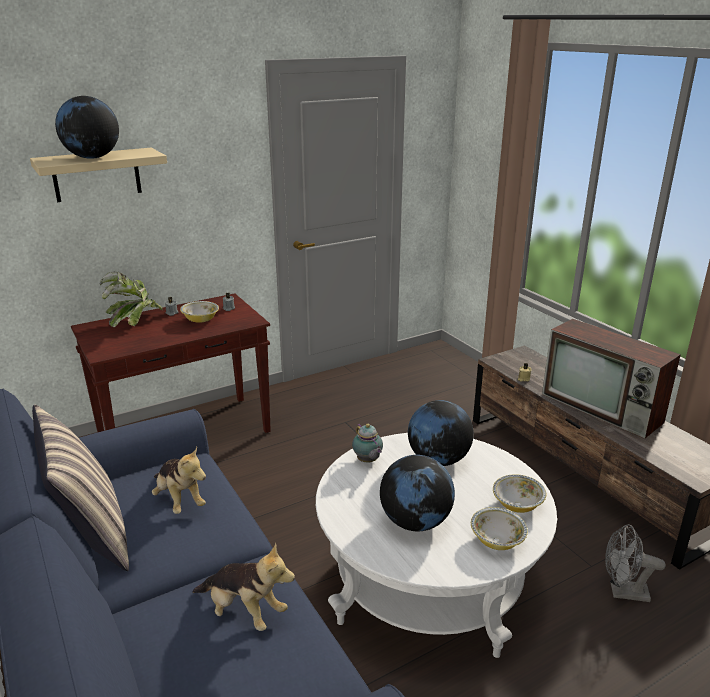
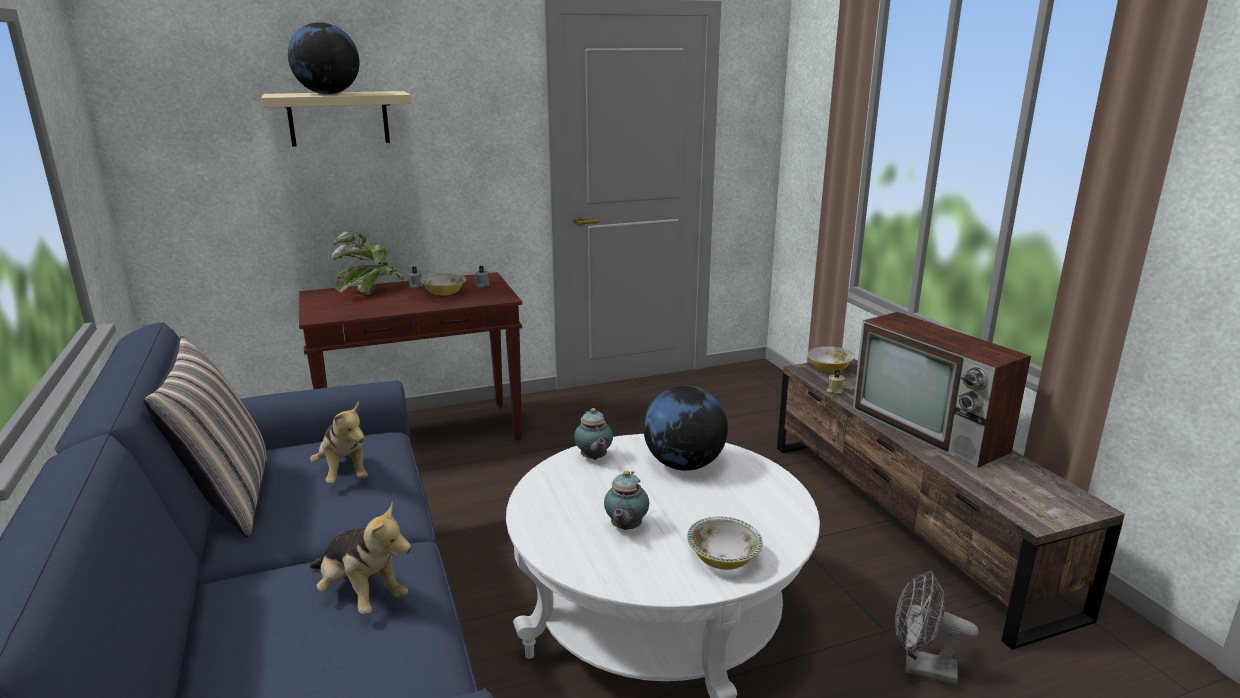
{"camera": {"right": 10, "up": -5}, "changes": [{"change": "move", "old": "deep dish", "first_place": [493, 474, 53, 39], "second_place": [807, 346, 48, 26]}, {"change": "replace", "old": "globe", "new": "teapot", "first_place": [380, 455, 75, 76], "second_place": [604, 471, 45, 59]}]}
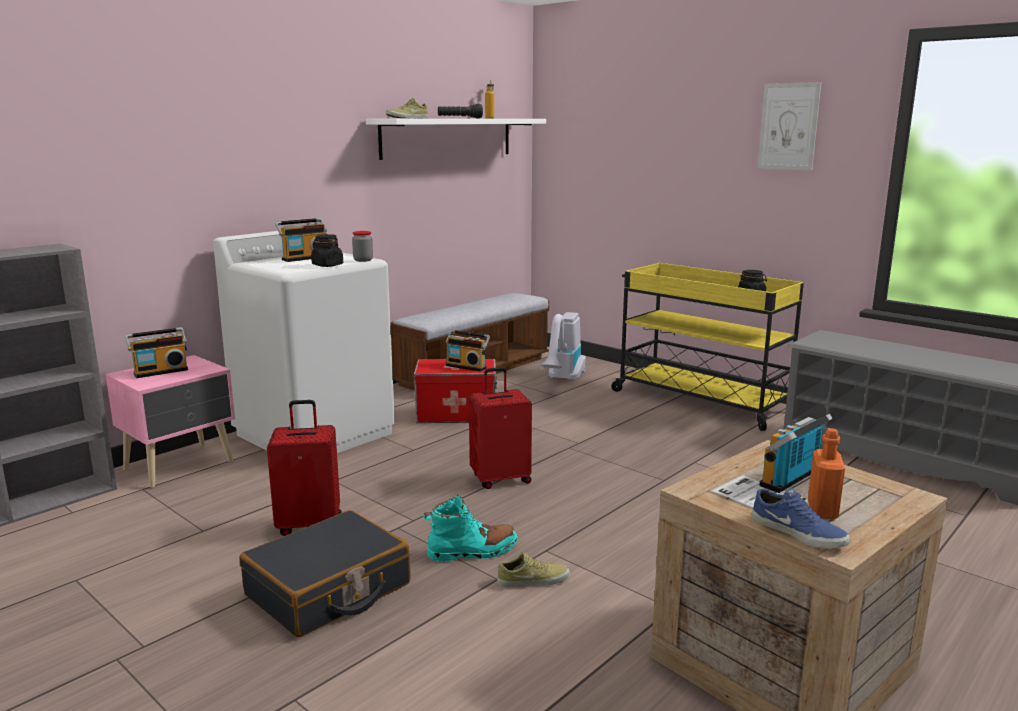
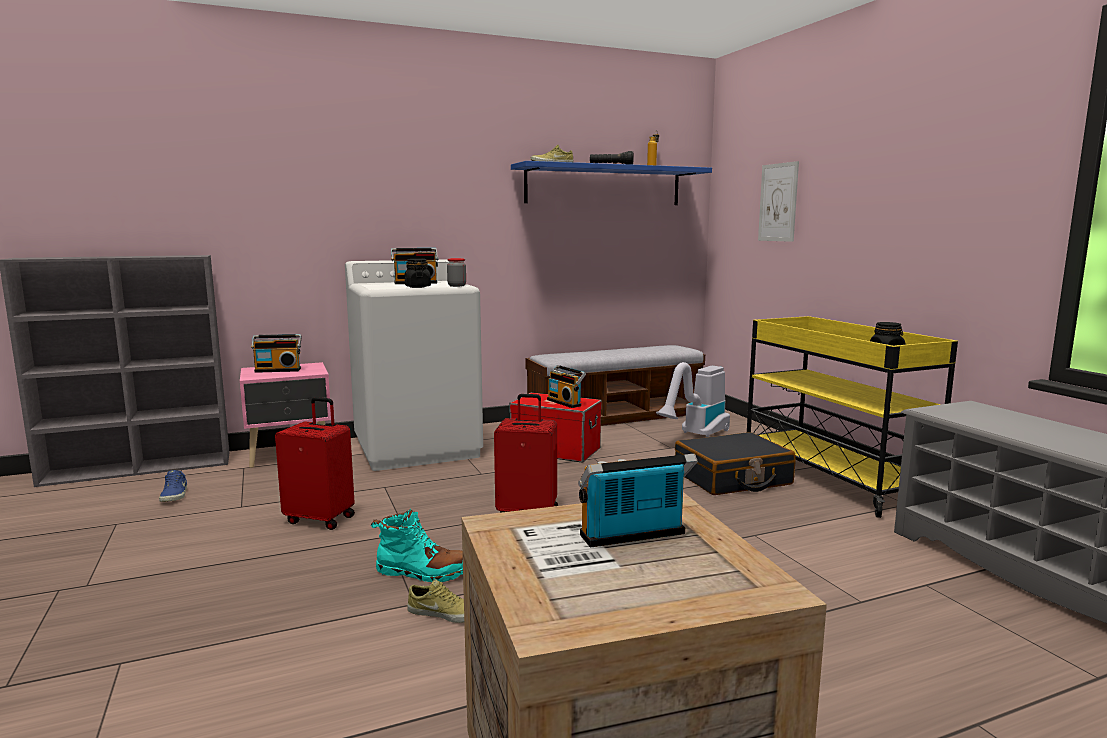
{"camera": {"right": 25, "up": -5}, "changes": [{"change": "delete", "old": "beverage bottle (orangey)", "first_place": [808, 428, 37, 91]}, {"change": "move", "old": "piece of luggage (black)", "first_place": [239, 510, 172, 127], "second_place": [675, 432, 121, 63]}, {"change": "move", "old": "item of footwear (blue)", "first_place": [751, 488, 99, 61], "second_place": [159, 470, 28, 32]}, {"change": "move", "old": "picture", "first_place": [757, 82, 64, 89], "second_place": [758, 161, 41, 81]}, {"change": "recolor", "old": "shelf (white-coloured)", "new": "shelf (blue)", "first_place": [366, 119, 180, 41], "second_place": [511, 161, 201, 44]}]}
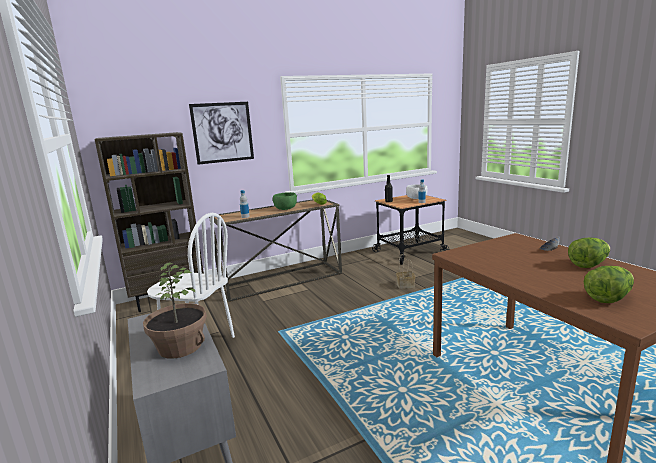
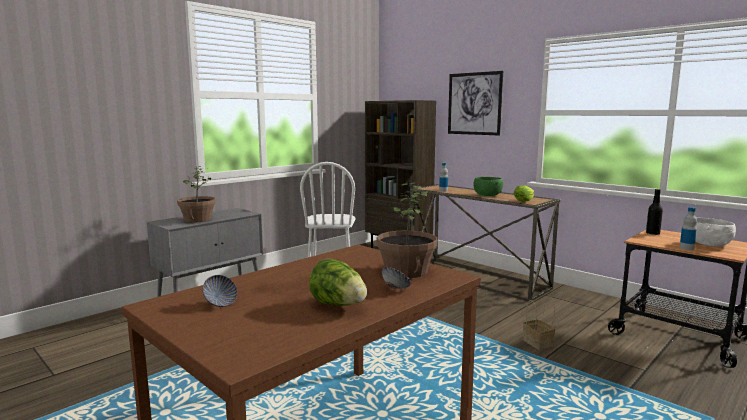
{"camera": {"right": 70, "up": -5}, "changes": [{"change": "insert", "new": "houseplant", "second_place": [376, 182, 61, 96]}, {"change": "replace", "old": "lettuce head", "new": "deep dish", "first_place": [584, 266, 50, 37], "second_place": [203, 275, 34, 32]}]}
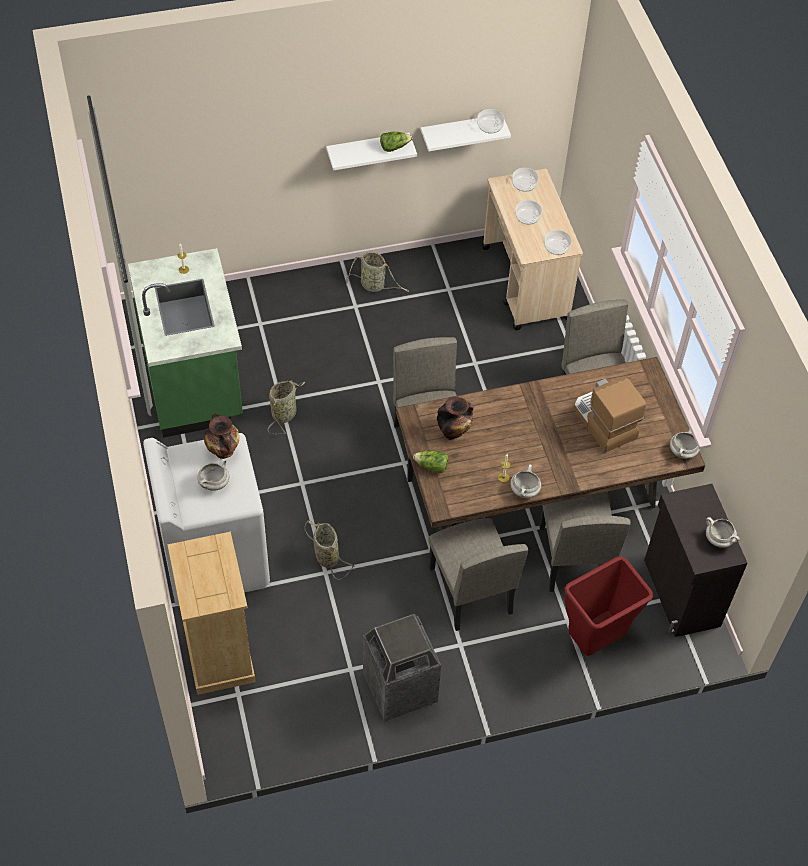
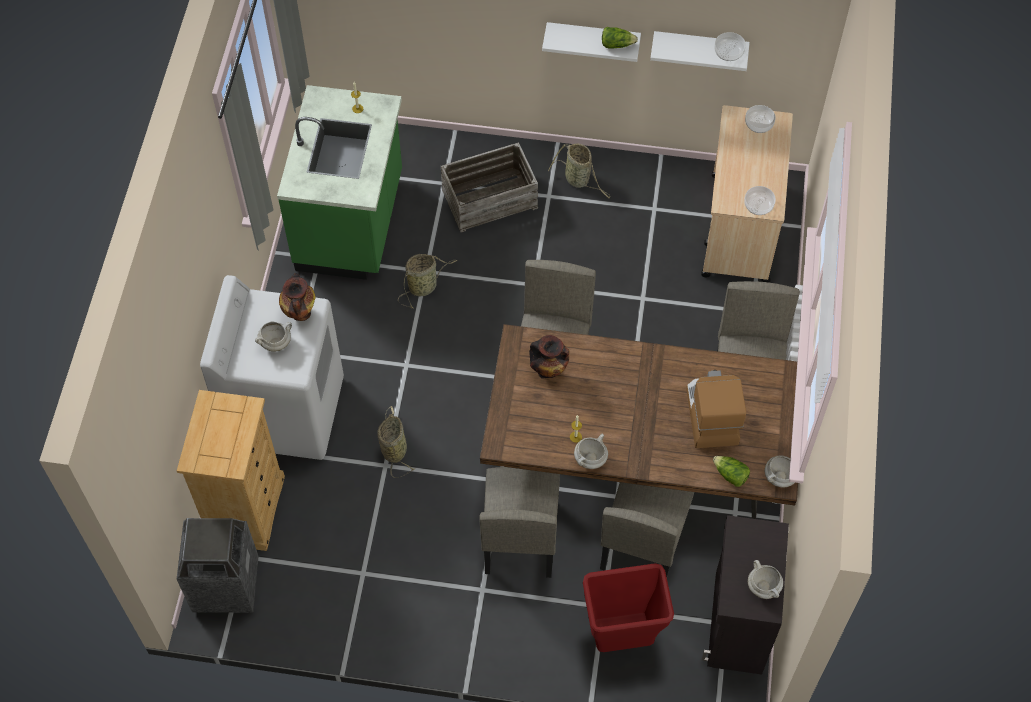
{"camera": {"right": 25, "up": 5}, "changes": [{"change": "delete", "old": "deep dish", "first_place": [515, 200, 27, 24]}, {"change": "insert", "new": "crate", "second_place": [441, 142, 97, 90]}, {"change": "move", "old": "rubbish bin", "first_place": [363, 614, 78, 108], "second_place": [177, 518, 82, 95]}, {"change": "move", "old": "lettuce head", "first_place": [413, 450, 35, 23], "second_place": [713, 456, 37, 31]}]}
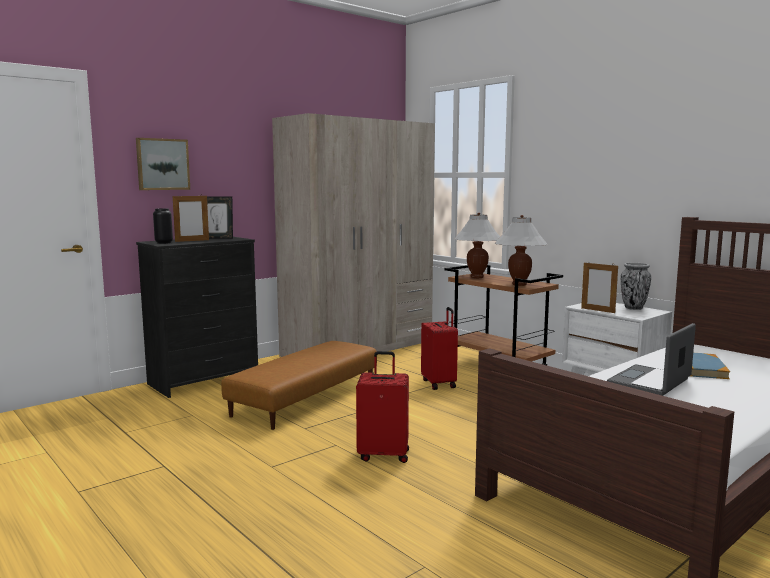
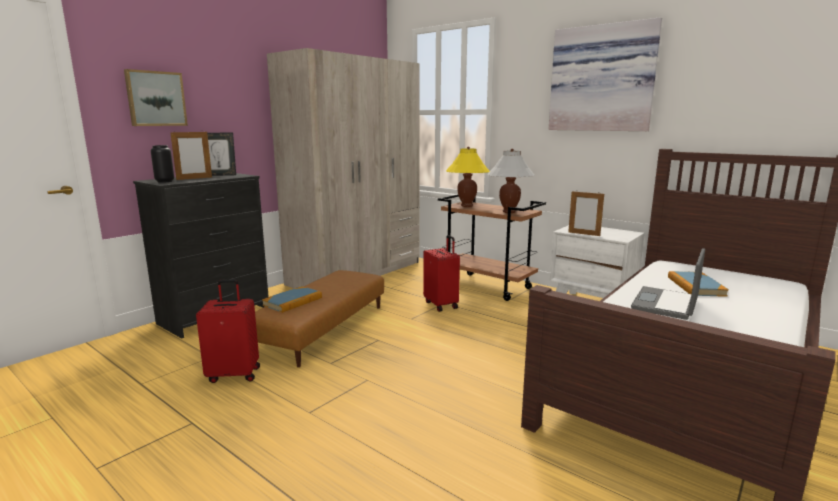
{"camera": {"right": -10, "up": 5}, "changes": [{"change": "delete", "old": "flower vase", "first_place": [621, 263, 30, 47]}, {"change": "insert", "new": "book", "second_place": [262, 286, 60, 27]}, {"change": "insert", "new": "picture", "second_place": [548, 17, 114, 114]}, {"change": "move", "old": "piece of luggage (red-coloured)", "first_place": [356, 351, 53, 112], "second_place": [196, 279, 64, 104]}, {"change": "recolor", "old": "lamp for a table (white-coloured)", "new": "lamp for a table (yellow-coloured)", "first_place": [454, 212, 46, 66], "second_place": [446, 147, 44, 60]}]}
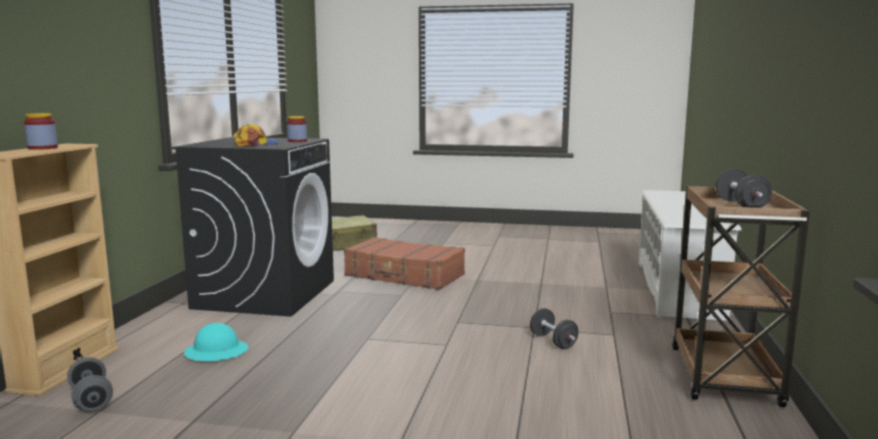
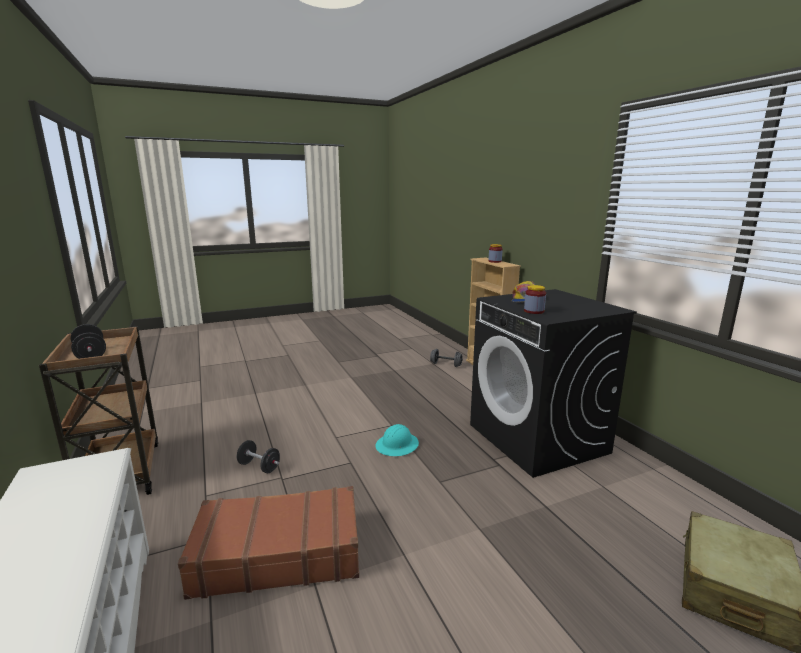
{"camera": {"right": 145, "up": 5}, "changes": [{"change": "move", "old": "work helmet (blue-green)", "first_place": [184, 323, 64, 38], "second_place": [375, 424, 44, 32]}, {"change": "move", "old": "piece of luggage (brown)", "first_place": [344, 237, 121, 53], "second_place": [178, 486, 181, 114]}]}
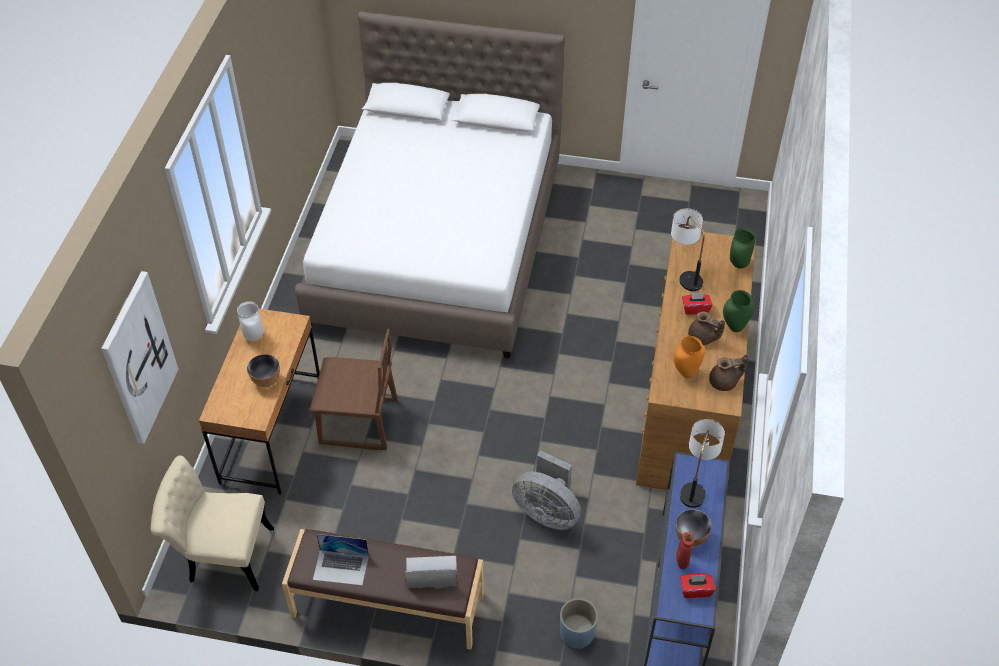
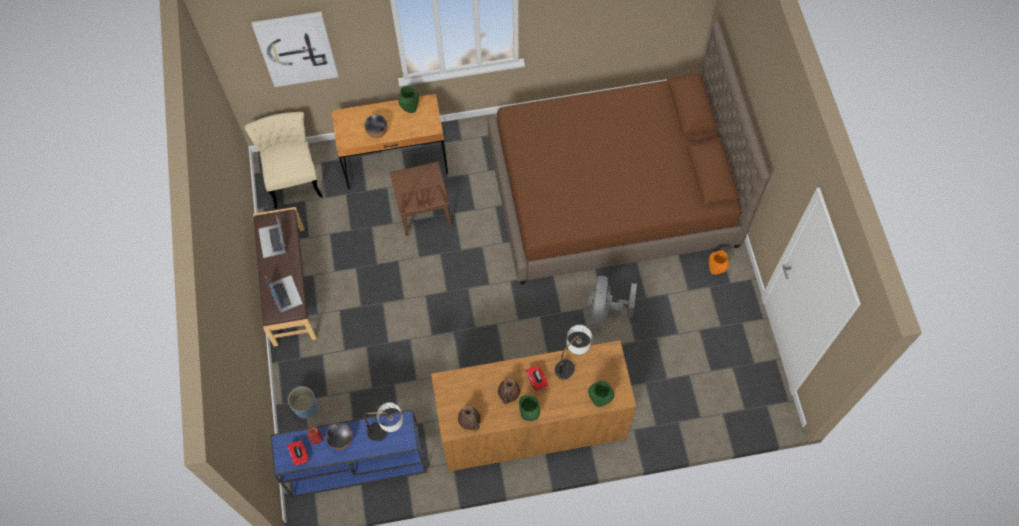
{"camera": {"right": 70, "up": 15}, "changes": [{"change": "move", "old": "cooling fan (greyish)", "first_place": [512, 450, 69, 80], "second_place": [588, 276, 49, 53]}, {"change": "move", "old": "flower vase (orangey)", "first_place": [674, 336, 31, 42], "second_place": [709, 251, 20, 24]}, {"change": "recolor", "old": "flower vase (white-coloured)", "new": "flower vase (green)", "first_place": [237, 301, 27, 40], "second_place": [398, 86, 21, 27]}, {"change": "recolor", "old": "bed (white-coloured)", "new": "bed (brown)", "first_place": [295, 11, 270, 348], "second_place": [487, 22, 283, 262]}]}
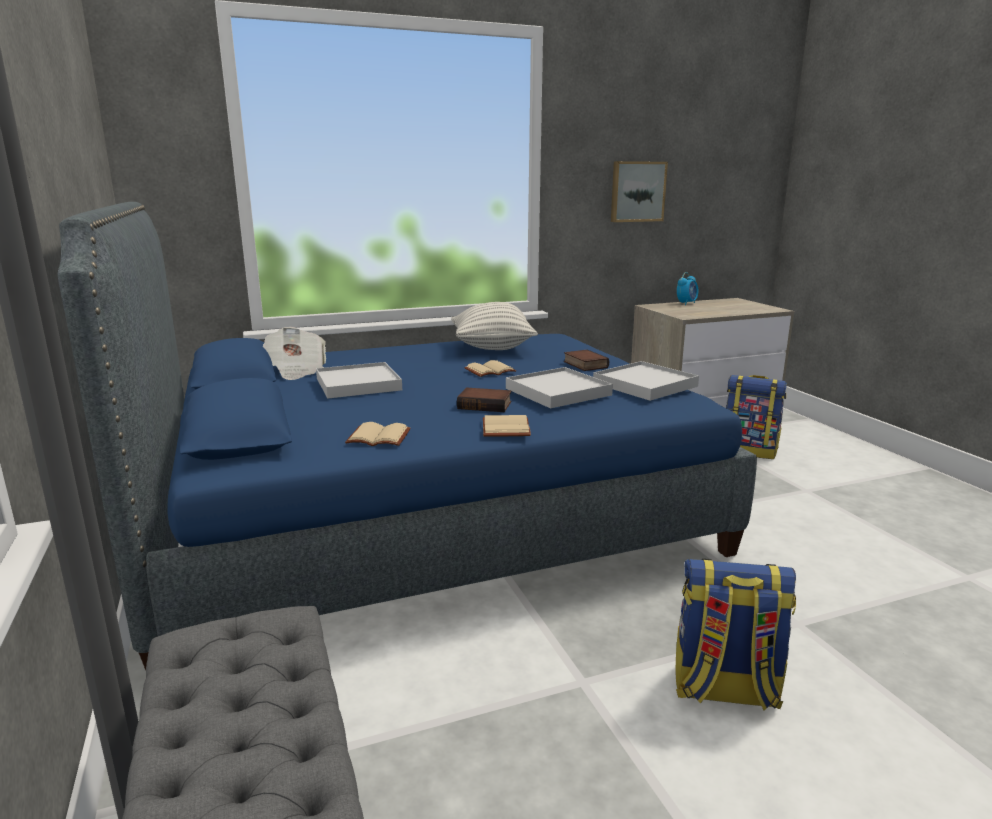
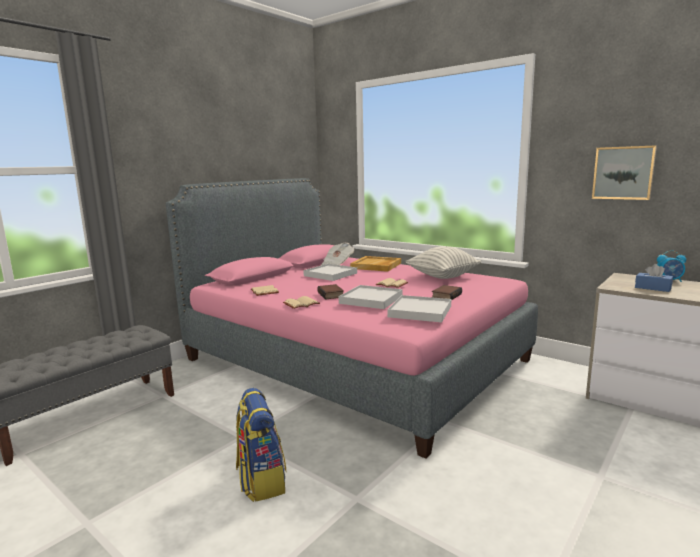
{"camera": {"right": 60, "up": -5}, "changes": [{"change": "delete", "old": "knapsack", "first_place": [726, 375, 61, 84]}, {"change": "insert", "new": "tray (beige)", "second_place": [350, 256, 51, 16]}, {"change": "insert", "new": "box of tissues (blue)", "second_place": [635, 264, 38, 28]}, {"change": "recolor", "old": "bed (blue)", "new": "bed (pinkish)", "first_place": [58, 202, 699, 468], "second_place": [166, 178, 372, 281]}]}
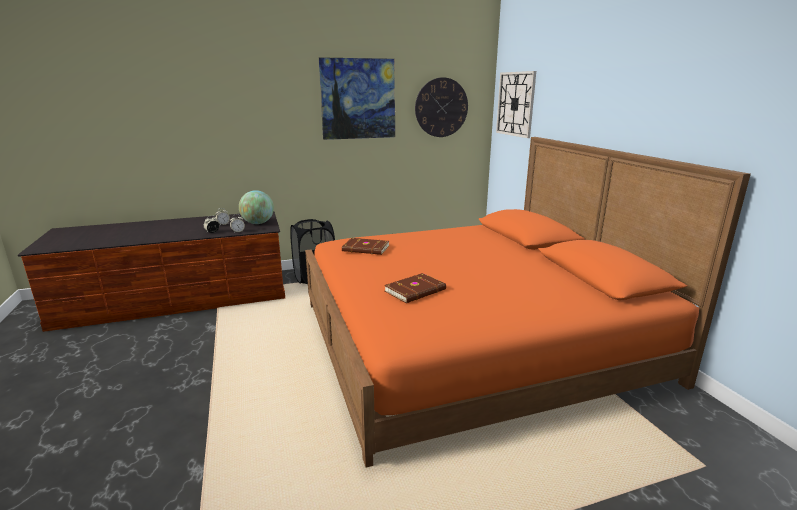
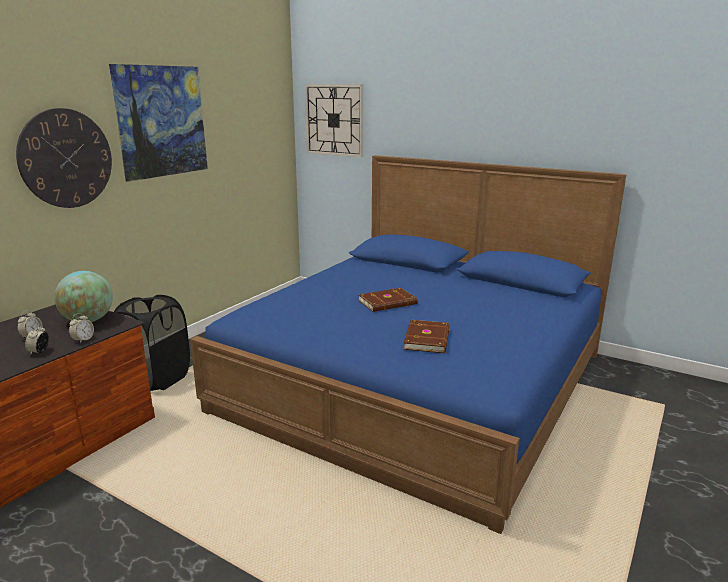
{"camera": {"right": -40, "up": 0}, "changes": [{"change": "move", "old": "book (brown)", "first_place": [342, 238, 47, 17], "second_place": [358, 288, 60, 24]}, {"change": "move", "old": "hanging clock", "first_place": [415, 77, 53, 60], "second_place": [16, 108, 96, 100]}, {"change": "recolor", "old": "bed (orangey)", "new": "bed (blue)", "first_place": [305, 137, 446, 330], "second_place": [190, 155, 436, 379]}]}
